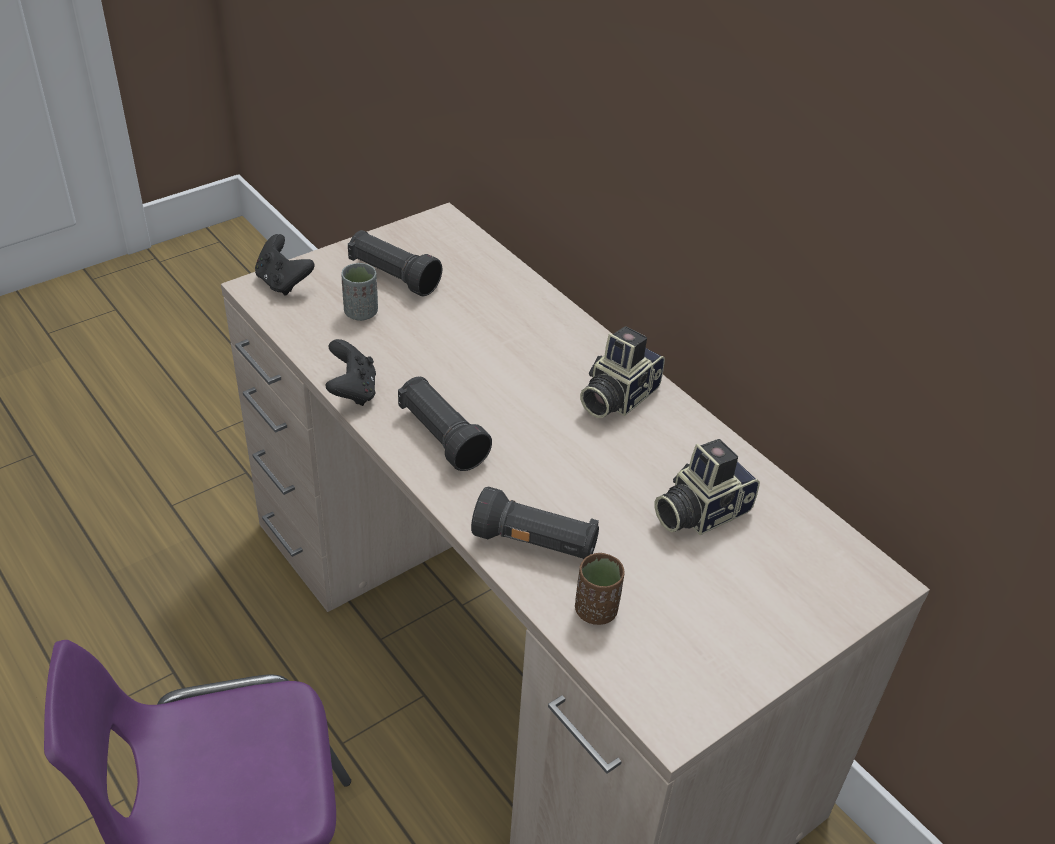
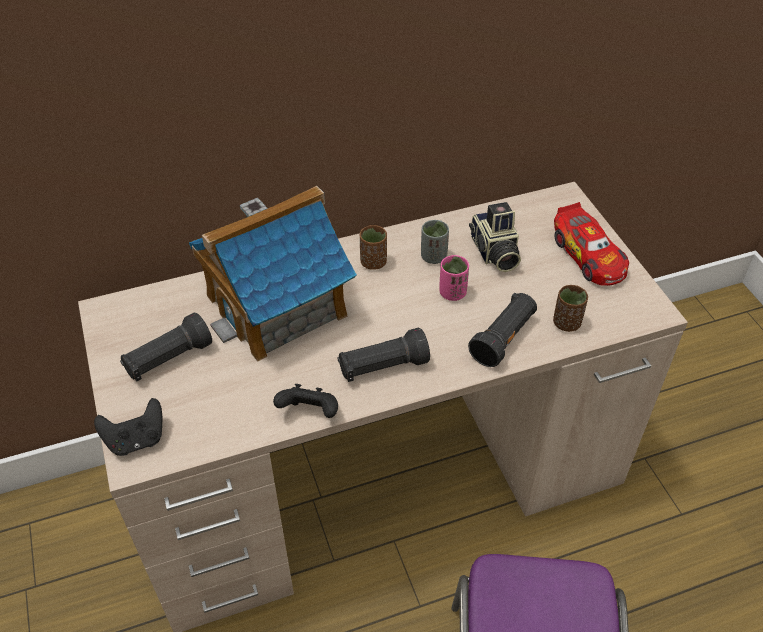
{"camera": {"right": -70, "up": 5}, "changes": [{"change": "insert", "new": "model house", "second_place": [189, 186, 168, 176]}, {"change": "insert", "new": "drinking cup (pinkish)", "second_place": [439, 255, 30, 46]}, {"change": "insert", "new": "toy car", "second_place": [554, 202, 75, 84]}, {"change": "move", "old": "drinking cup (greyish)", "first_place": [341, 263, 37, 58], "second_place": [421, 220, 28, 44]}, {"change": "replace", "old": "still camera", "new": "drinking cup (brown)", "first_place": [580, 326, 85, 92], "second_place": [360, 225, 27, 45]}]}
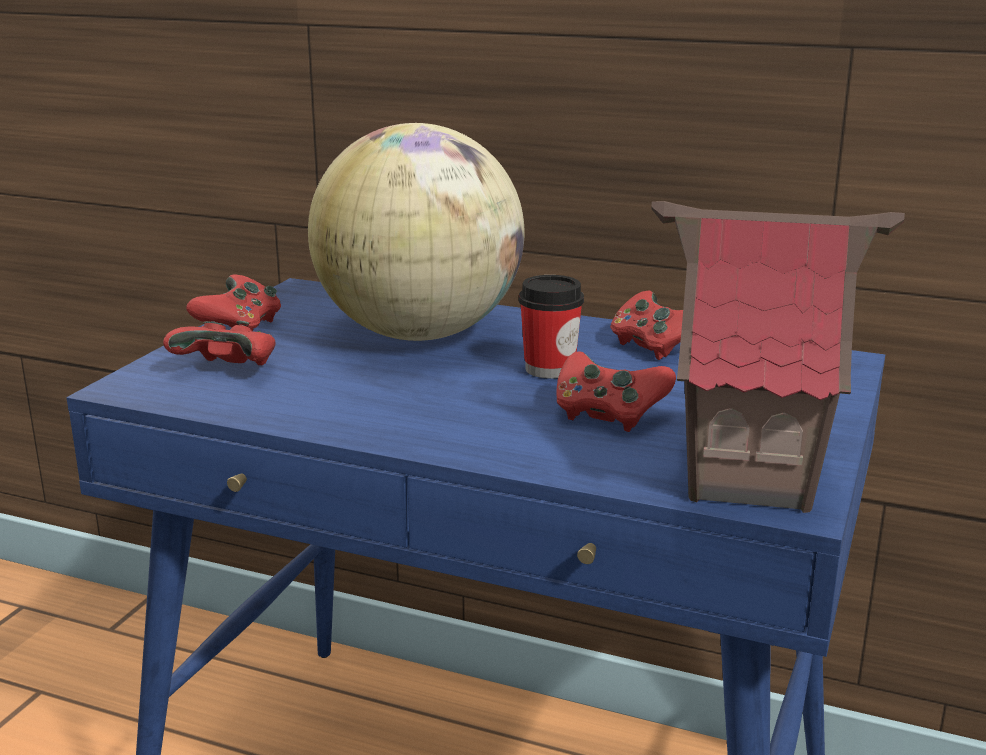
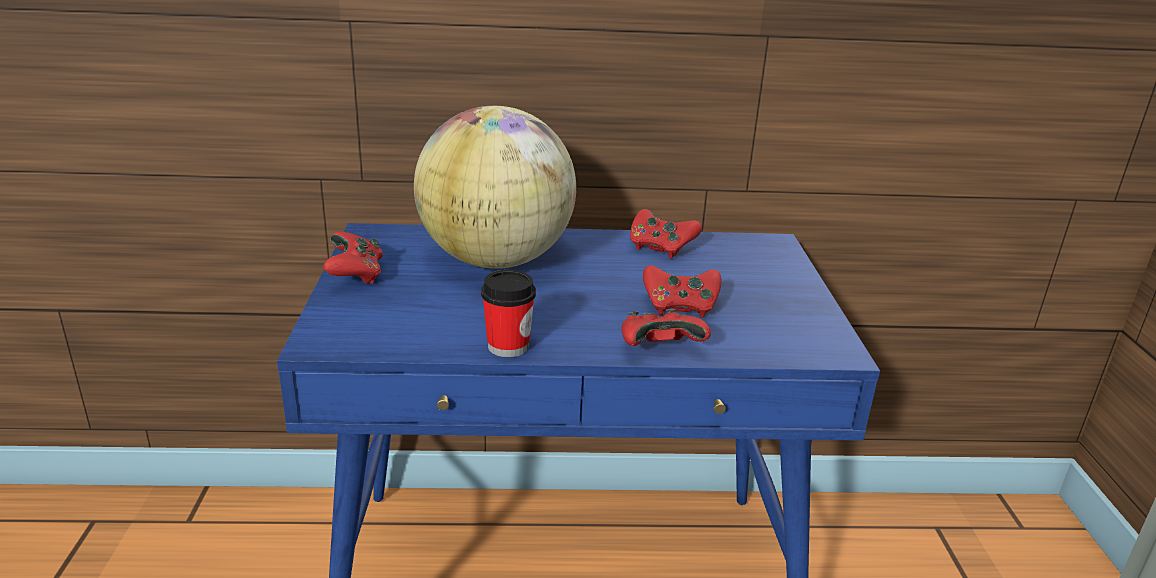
{"camera": {"right": -25, "up": 5}, "changes": [{"change": "delete", "old": "model house", "first_place": [651, 201, 254, 312]}, {"change": "move", "old": "game controller (red-coloured)", "first_place": [163, 321, 112, 44], "second_place": [622, 309, 89, 37]}, {"change": "move", "old": "drinking cup", "first_place": [519, 275, 65, 104], "second_place": [481, 270, 55, 87]}]}
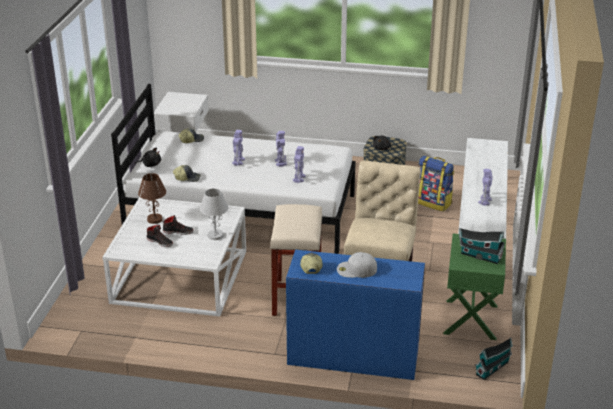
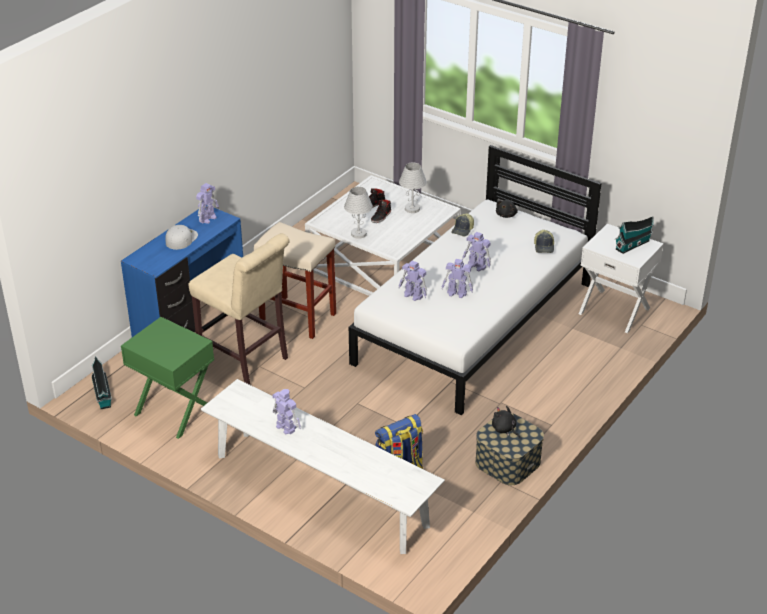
{"camera": {"right": 115, "up": 5}, "changes": [{"change": "move", "old": "model house", "first_place": [459, 228, 46, 36], "second_place": [615, 216, 39, 38]}, {"change": "replace", "old": "peaked cap", "new": "model robot", "first_place": [300, 253, 23, 21], "second_place": [196, 183, 23, 41]}, {"change": "recolor", "old": "lamp for a table (brown)", "new": "lamp for a table (white-coloured)", "first_place": [138, 173, 28, 51], "second_place": [399, 163, 28, 50]}]}
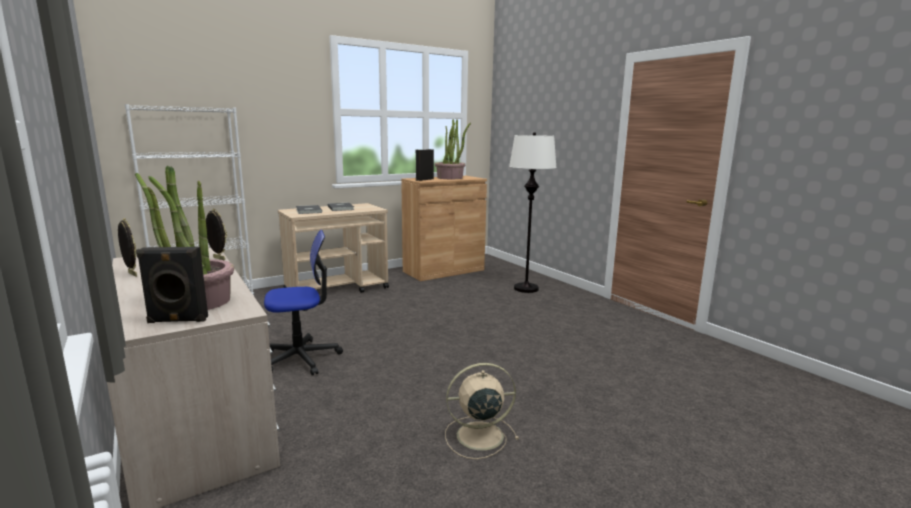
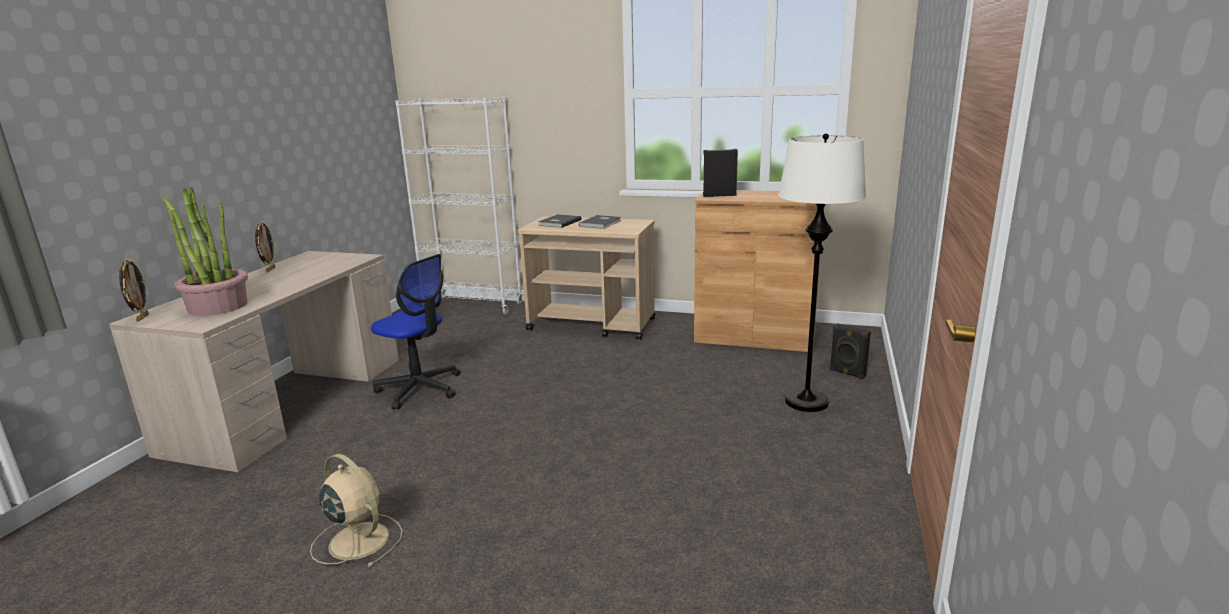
{"camera": {"right": 50, "up": 5}, "changes": [{"change": "delete", "old": "houseplant", "first_place": [435, 119, 36, 60]}, {"change": "move", "old": "speaker (black)", "first_place": [136, 247, 72, 76], "second_place": [829, 323, 42, 56]}, {"change": "move", "old": "standing frame", "first_place": [206, 209, 21, 51], "second_place": [119, 258, 30, 64]}]}
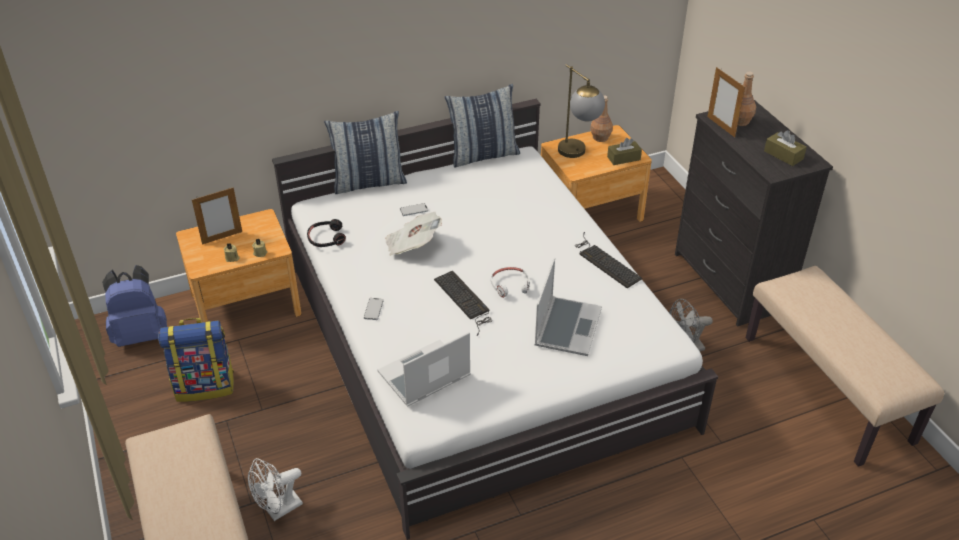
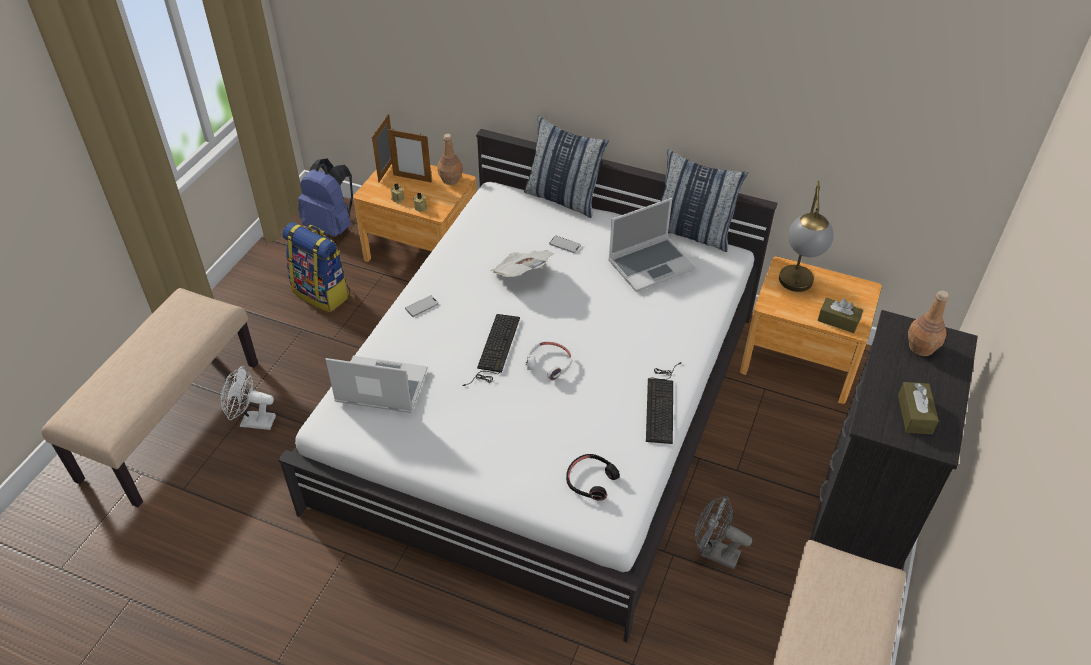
{"camera": {"right": 45, "up": 5}, "changes": [{"change": "move", "old": "pair of headphones (black)", "first_place": [307, 219, 39, 28], "second_place": [566, 454, 54, 47]}, {"change": "move", "old": "notebook computer", "first_place": [534, 258, 68, 98], "second_place": [608, 198, 87, 94]}, {"change": "move", "old": "beverage bottle (brown)", "first_place": [590, 95, 23, 47], "second_place": [438, 134, 25, 51]}, {"change": "move", "old": "standing frame", "first_place": [707, 67, 38, 70], "second_place": [372, 114, 20, 69]}]}
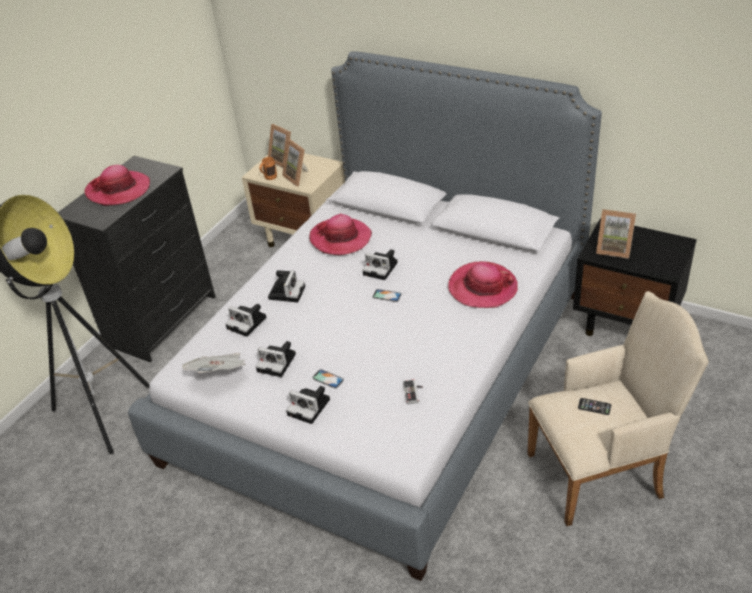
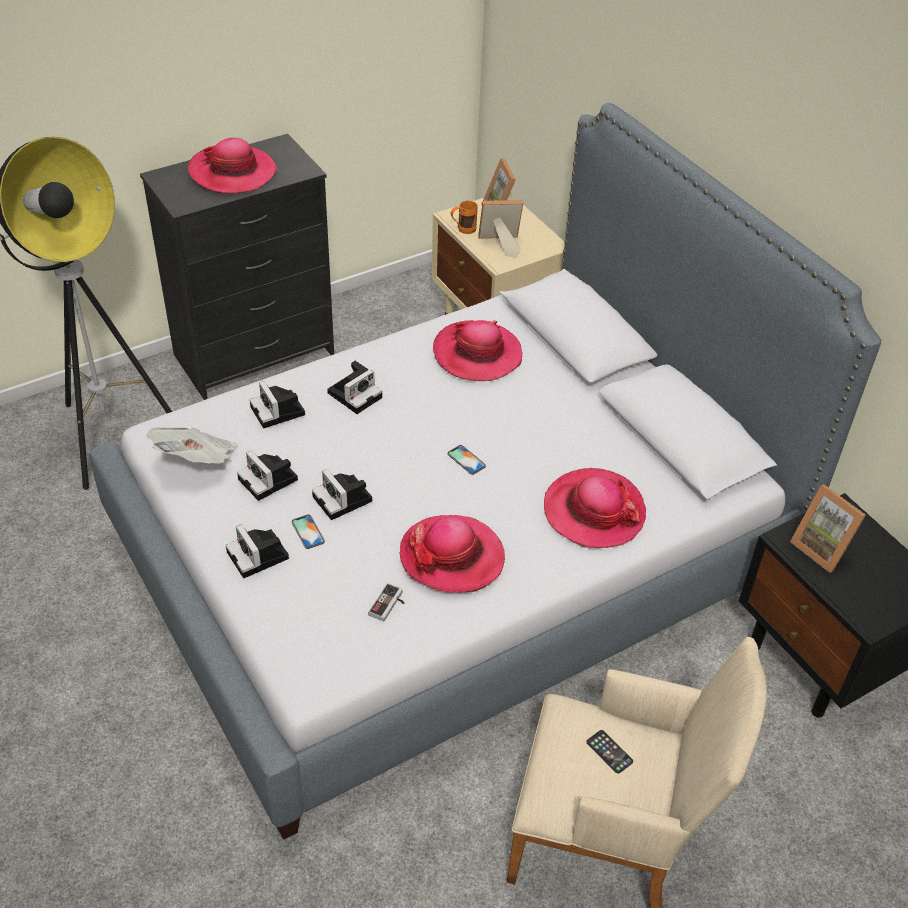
{"camera": {"right": 25, "up": 5}, "changes": [{"change": "insert", "new": "wearable hat", "second_place": [399, 515, 106, 78]}, {"change": "move", "old": "still camera", "first_place": [362, 249, 36, 31], "second_place": [312, 469, 60, 51]}, {"change": "rotate", "old": "standing frame", "first_place": [282, 139, 26, 47], "second_place": [478, 200, 45, 58], "degrees": 90}]}
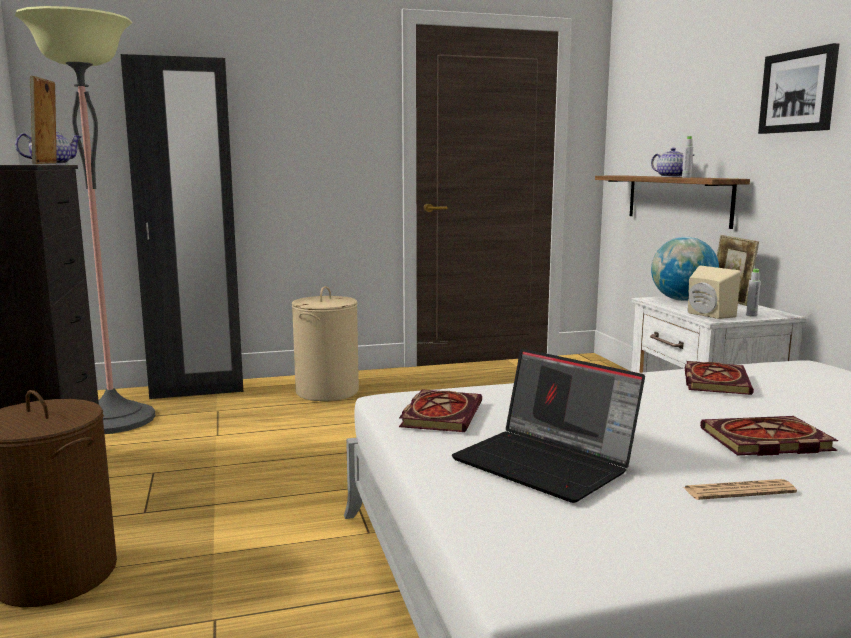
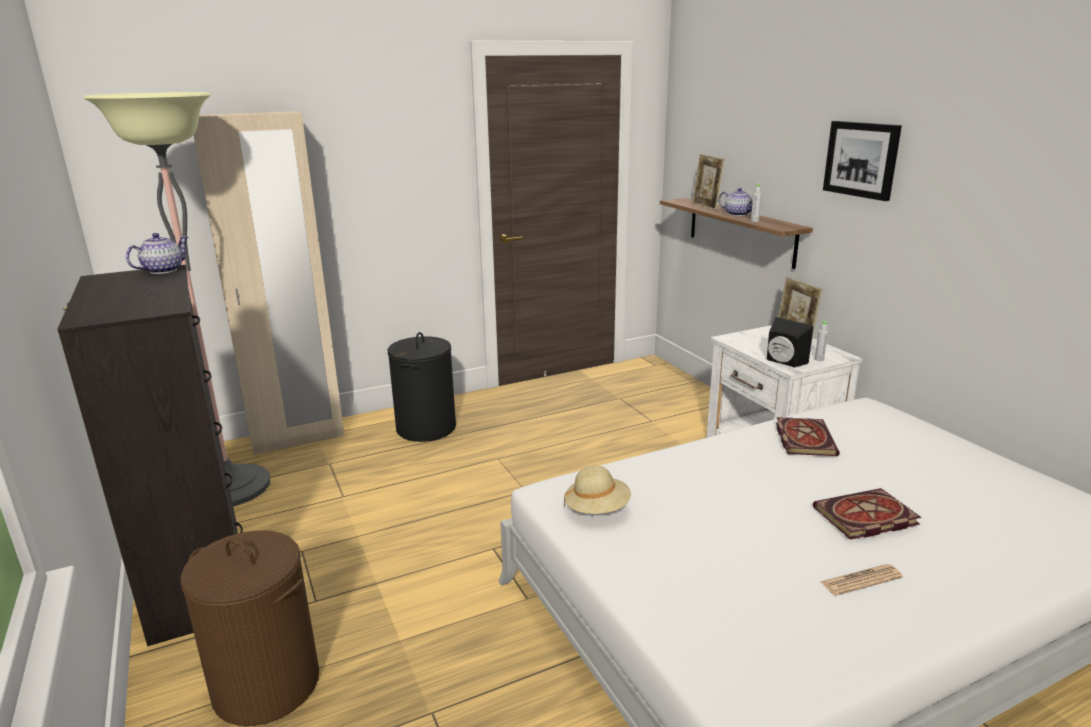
{"camera": {"right": -10, "up": 10}, "changes": [{"change": "delete", "old": "notebook computer", "first_place": [452, 349, 193, 154]}, {"change": "delete", "old": "globe", "first_place": [651, 237, 68, 64]}, {"change": "move", "old": "standing frame", "first_place": [30, 76, 27, 88], "second_place": [692, 154, 33, 57]}, {"change": "replace", "old": "book", "new": "wearable hat (beige)", "first_place": [399, 389, 83, 43], "second_place": [564, 465, 67, 49]}, {"change": "recolor", "old": "armoire (black)", "new": "armoire (beige)", "first_place": [121, 54, 122, 345], "second_place": [193, 111, 151, 344]}, {"change": "recolor", "old": "laundry basket (beige)", "new": "laundry basket (black)", "first_place": [292, 286, 67, 115], "second_place": [388, 332, 68, 110]}, {"change": "recolor", "old": "speaker (beige)", "new": "speaker (black)", "first_place": [688, 265, 53, 54], "second_place": [767, 317, 46, 51]}]}
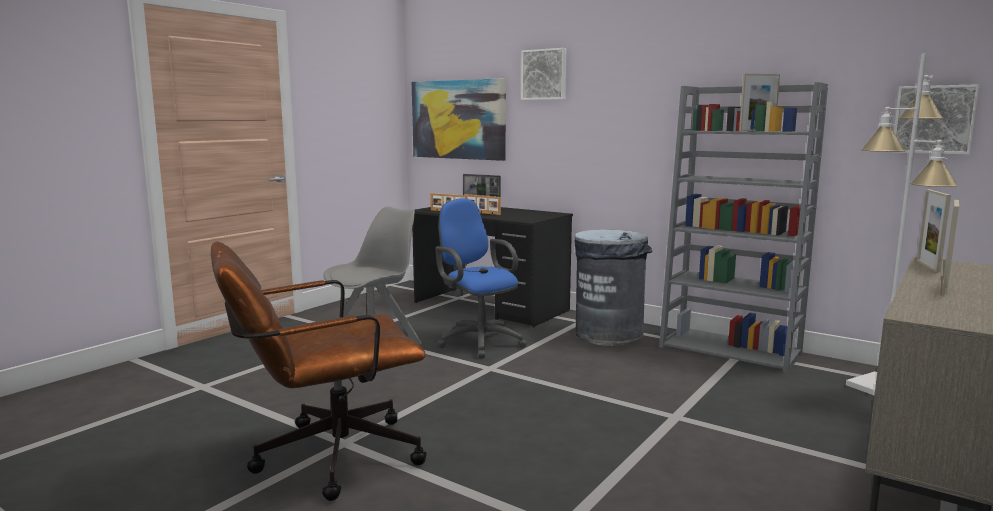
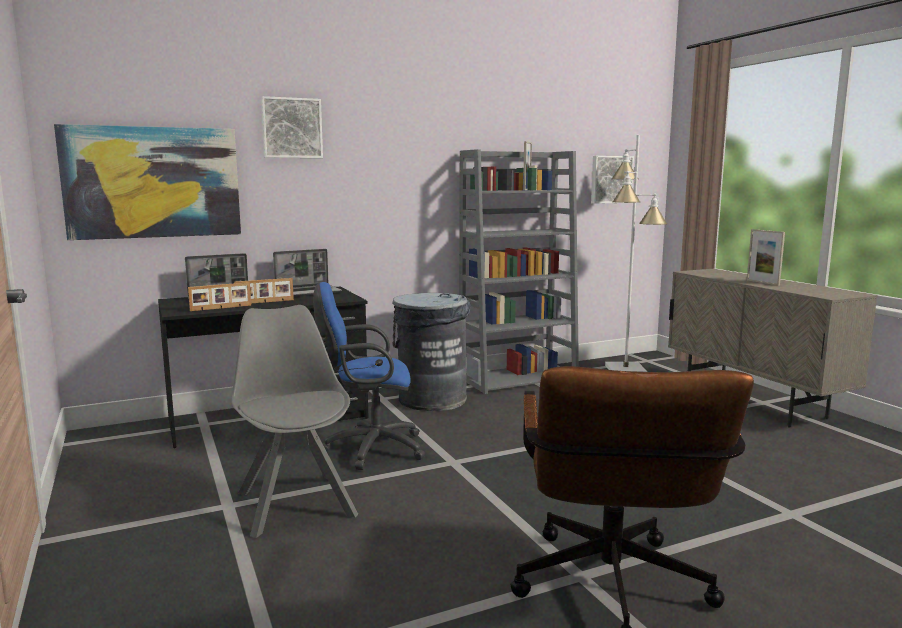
{"camera": {"right": -60, "up": 0}, "changes": [{"change": "delete", "old": "standing frame", "first_place": [917, 189, 34, 84]}, {"change": "insert", "new": "notebook computer", "second_place": [273, 249, 69, 48]}]}
